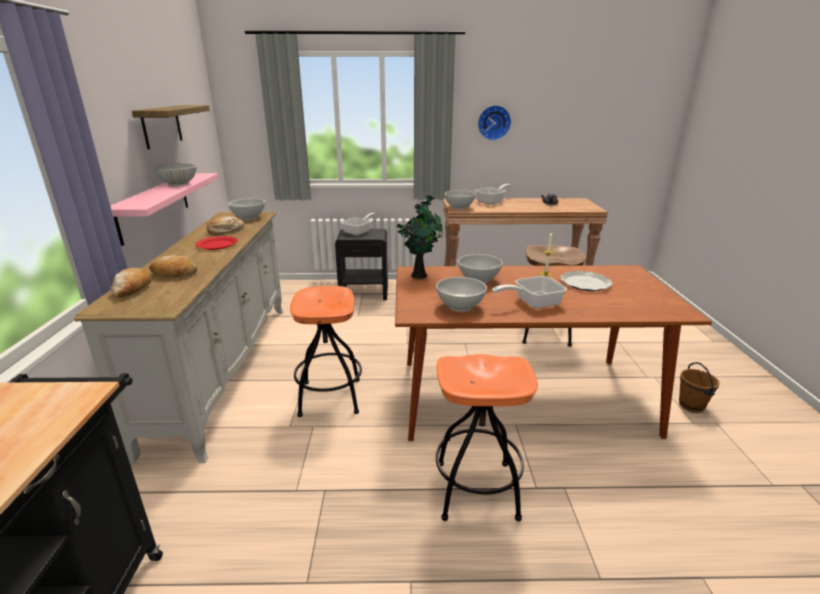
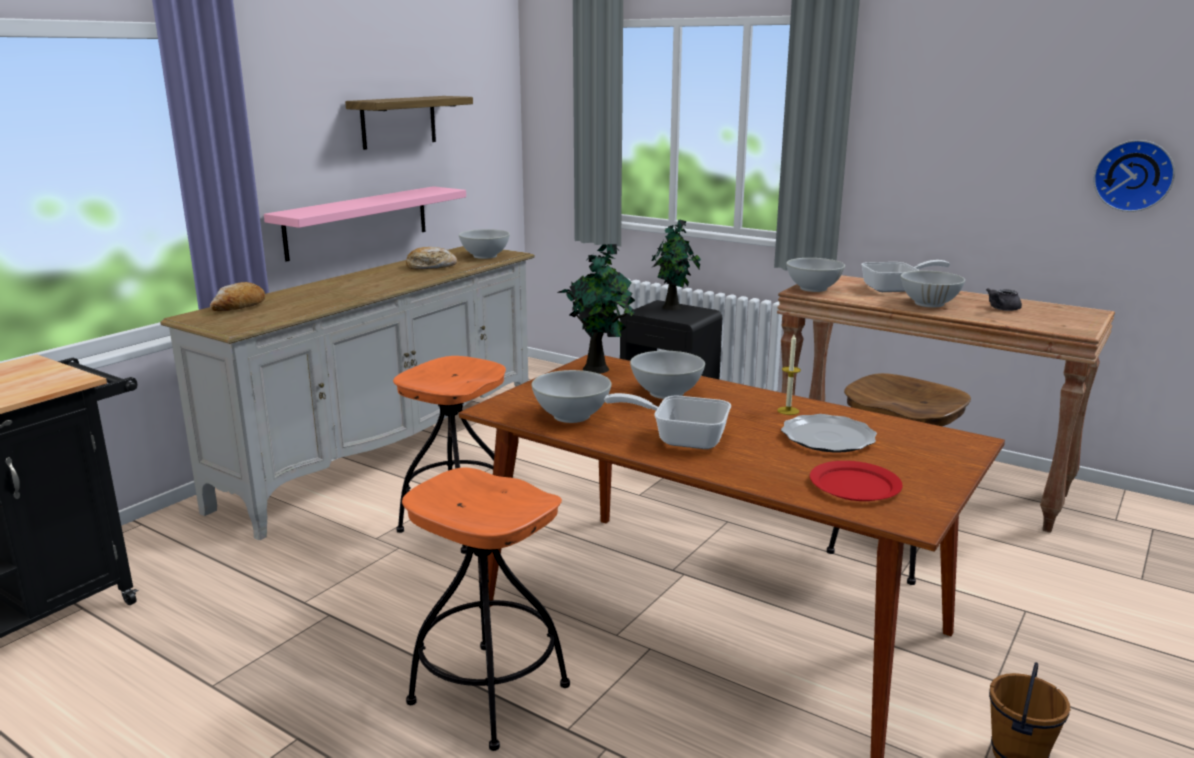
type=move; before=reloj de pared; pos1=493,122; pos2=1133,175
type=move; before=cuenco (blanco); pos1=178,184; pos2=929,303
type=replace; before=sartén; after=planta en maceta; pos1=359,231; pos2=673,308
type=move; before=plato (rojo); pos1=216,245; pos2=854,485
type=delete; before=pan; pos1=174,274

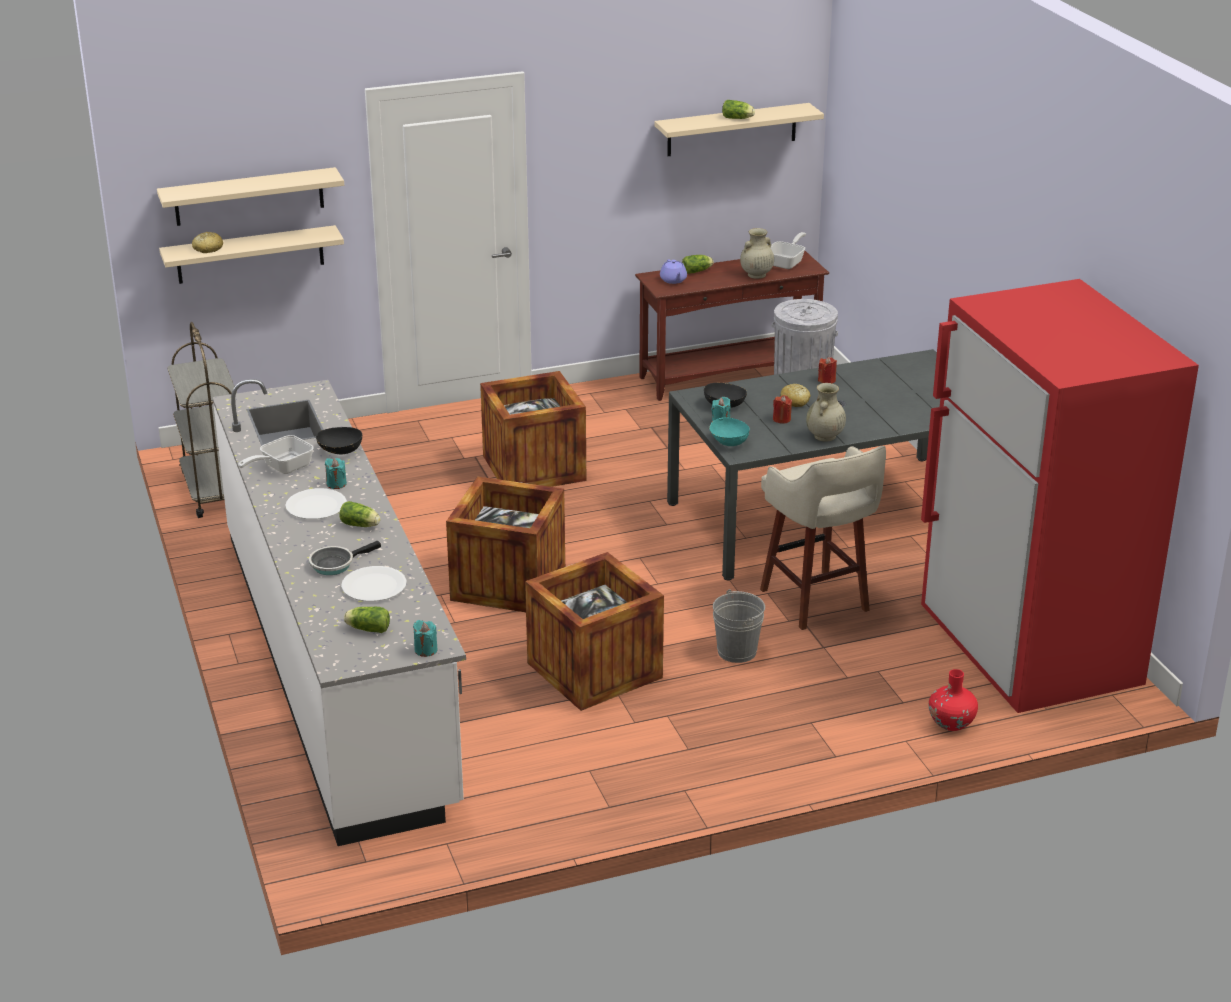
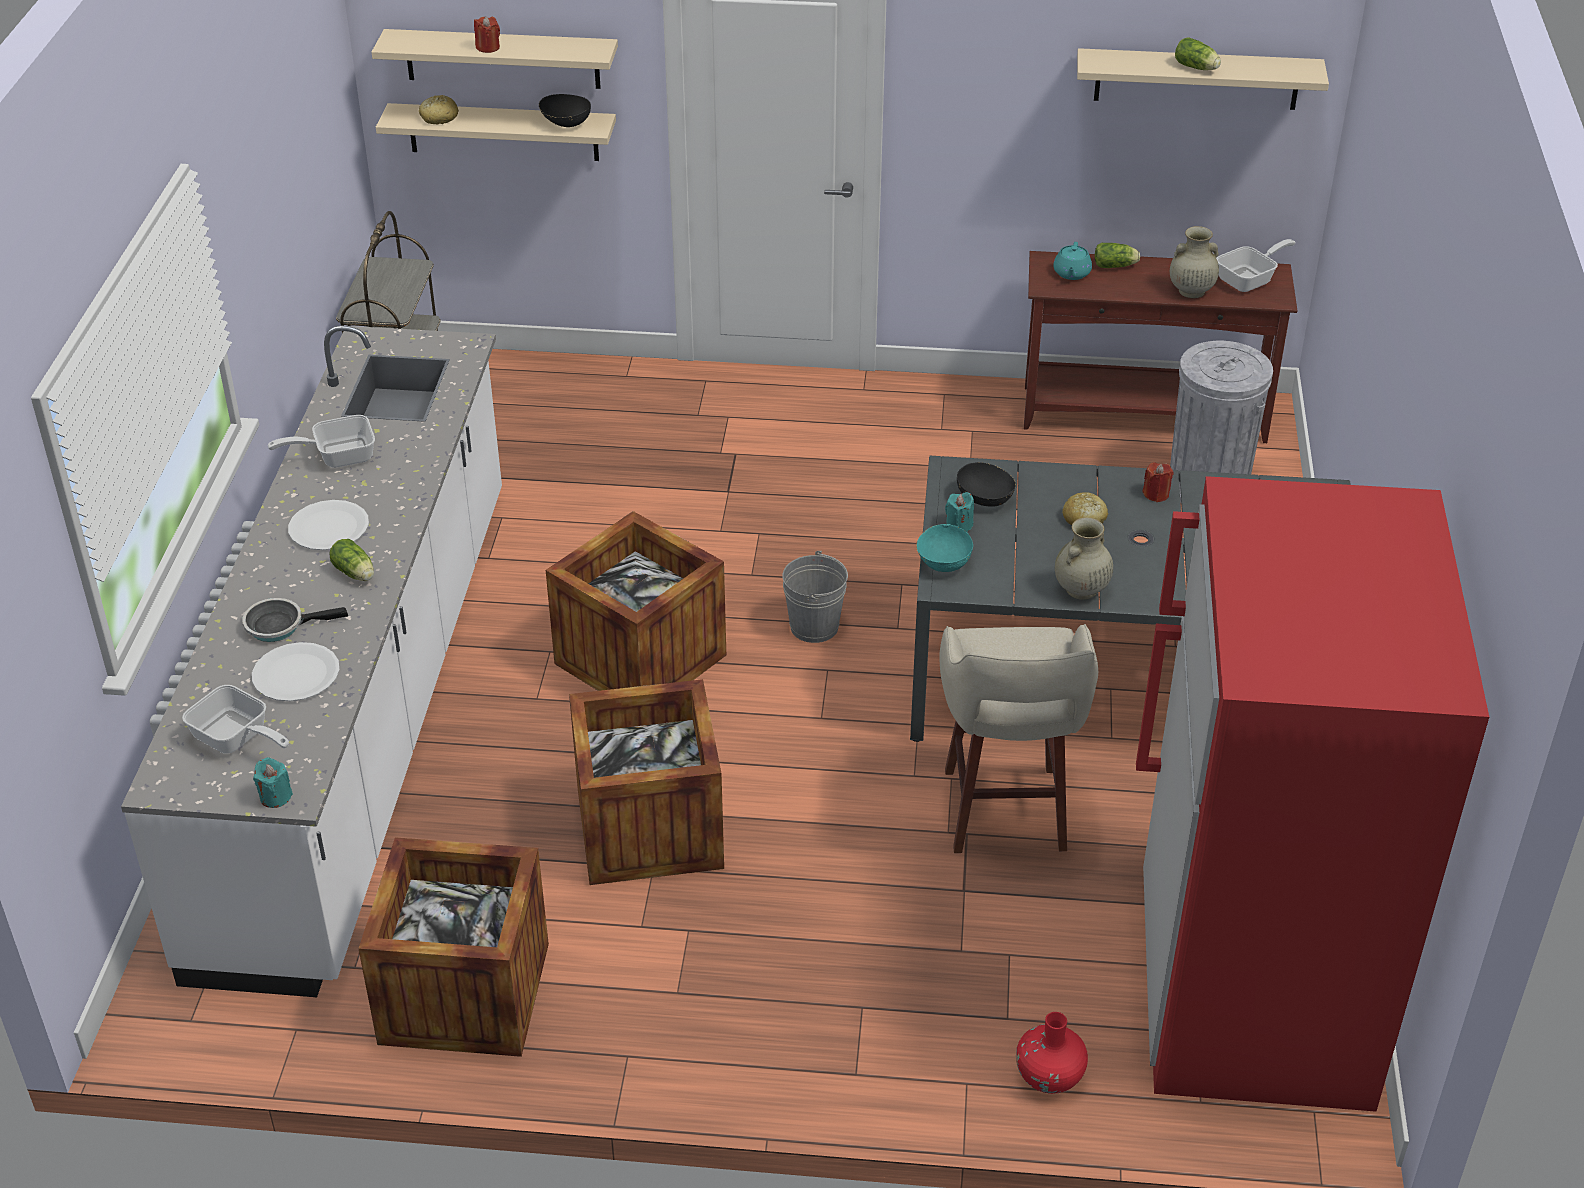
type=recolor; before=tetera (morado); after=tetera (turquesa); pos1=673,280; pos2=1071,273
type=move; before=caja de embalaje; pos1=534,468; pos2=464,993
type=move; before=vela (rojo); pos1=781,419; pos2=488,47
type=move; before=cuenco (negro); pos1=340,451; pos2=565,123
type=delete; before=vela (turquesa); pos1=336,484
type=move; before=cubo (gris); pos1=737,651; pos2=814,627
type=replace; before=lechuga; after=sartén; pos1=367,629; pos2=236,739

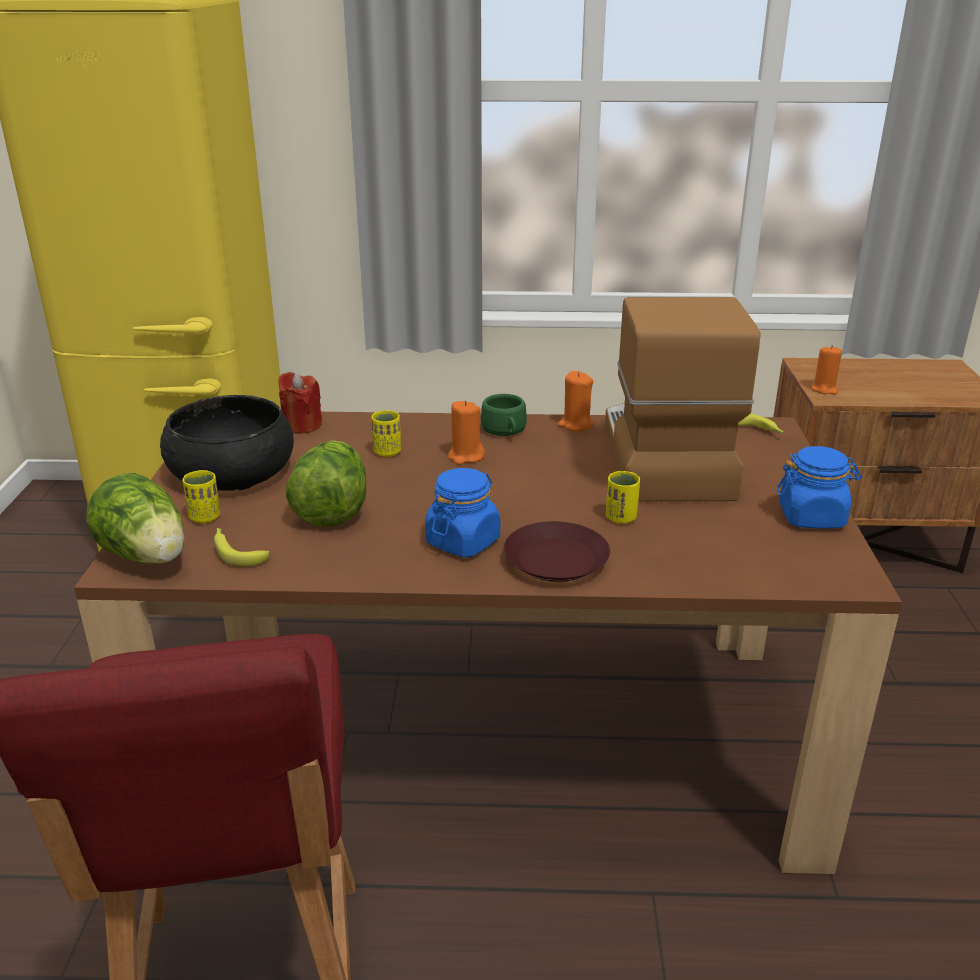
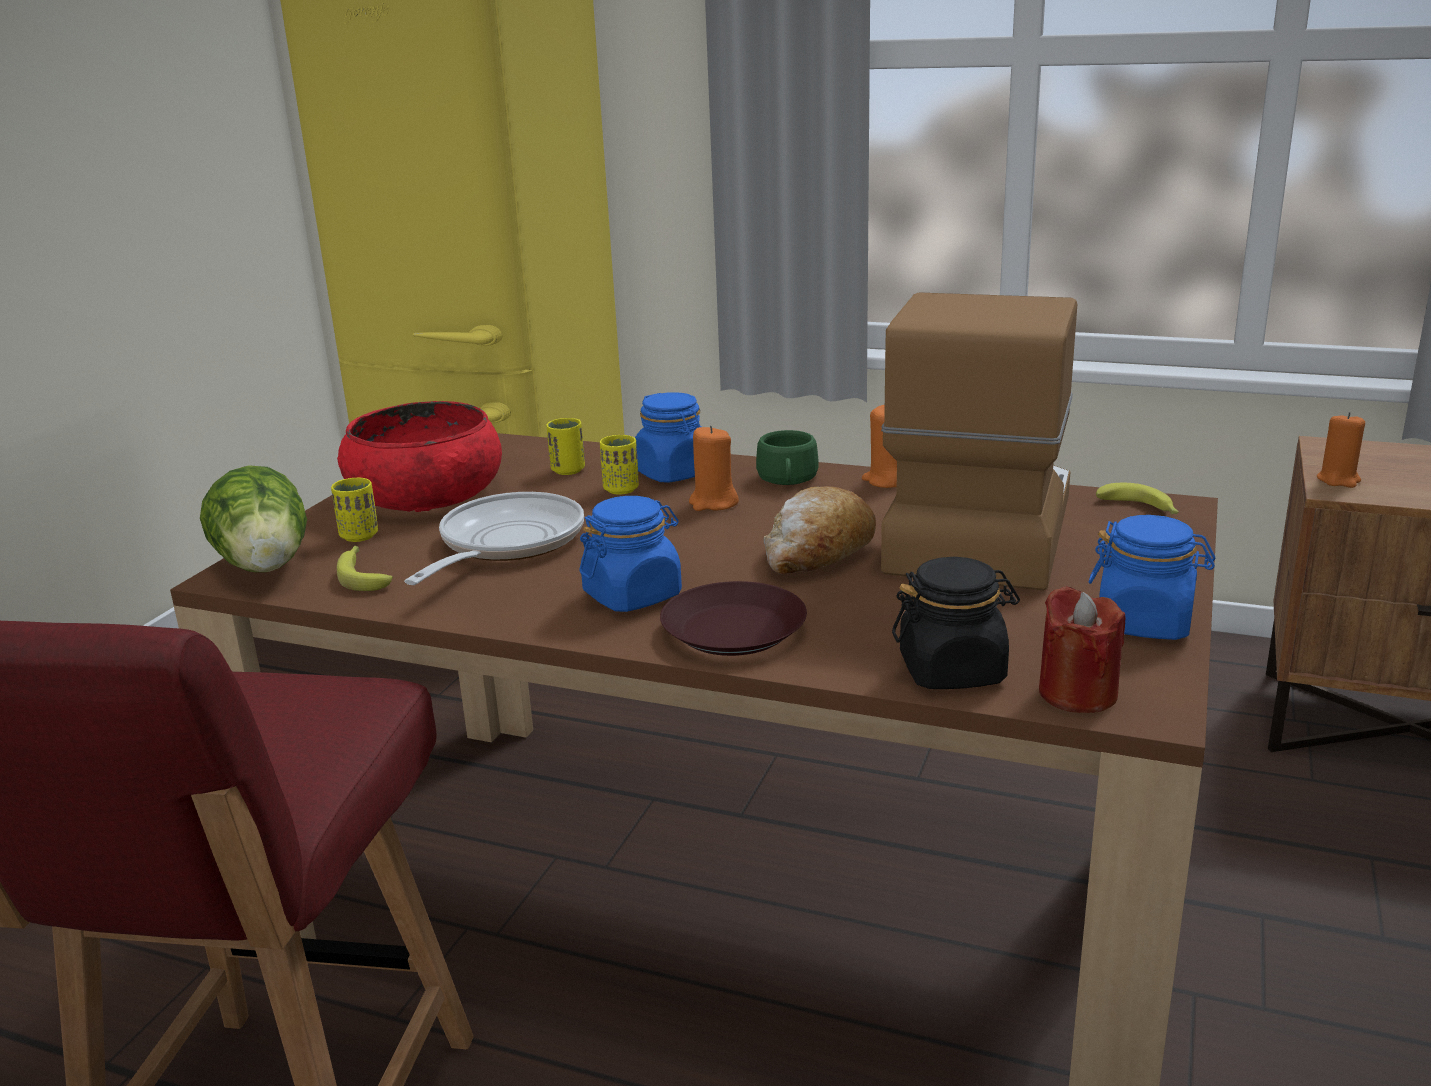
type=move; before=vela (rojo); pos1=302,425; pos2=1077,693
type=recolor; before=cuenco (negro); after=cuenco (rojo); pos1=232,472; pos2=427,494
type=replace; before=lechuga; after=sartén; pos1=332,510; pos2=505,544
type=move; before=taza (amarillo); pos1=621,518; pos2=568,470
type=insert; after=tarro (azul); pos2=674,473
type=insert; after=pan; pos2=817,552
type=insert; after=tarro (negro); pos2=953,670

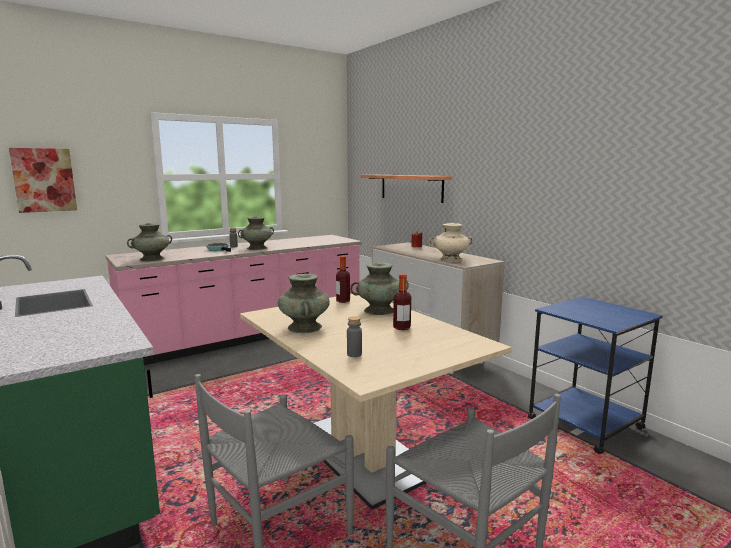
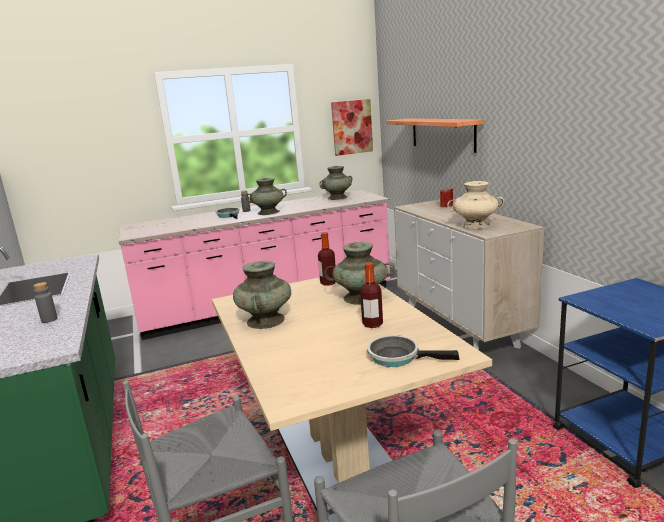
type=move; before=cuadro; pos1=44,180; pos2=352,127
type=move; before=florero (turquesa); pos1=152,259; pos2=337,198
type=move; before=botella (gris); pos1=354,354; pos2=49,320
type=insert; after=sartén; pos2=398,357

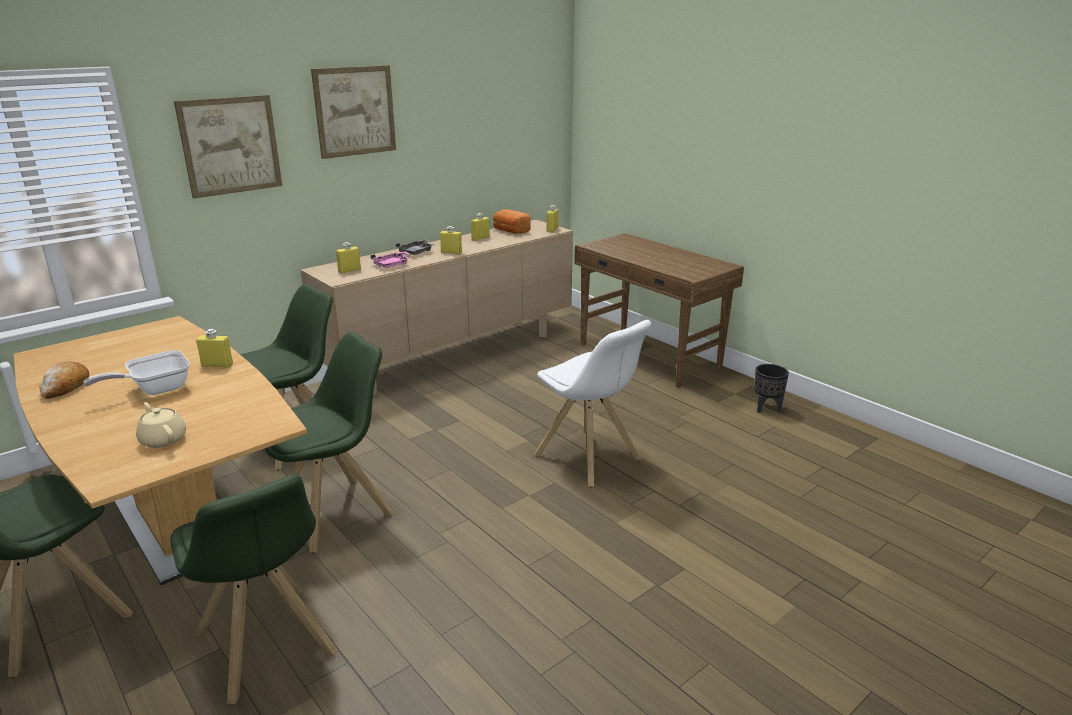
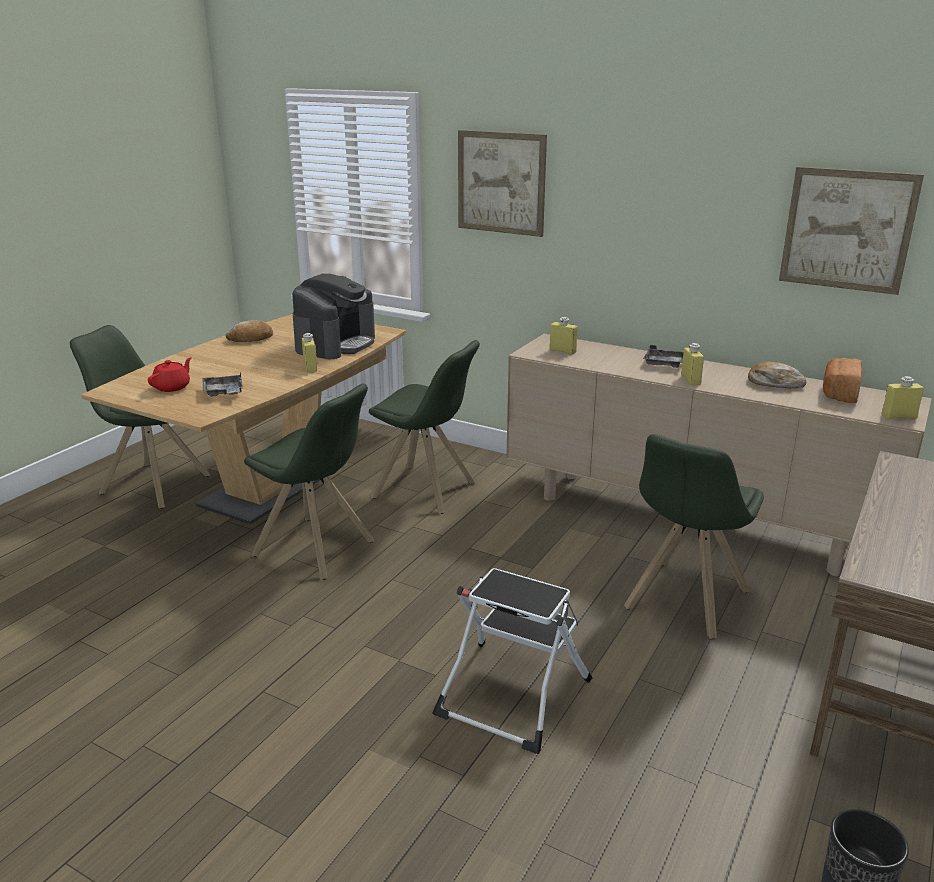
type=move; before=cuadro; pos1=355,111; pos2=847,230
type=replace; before=botella (amarillo); after=pan; pos1=480,238; pos2=774,383
type=delete; before=bandeja (rosa); pos1=392,265
type=replace; before=silla (blanco); after=escalera de tijera; pos1=588,457; pos2=512,692
type=delete; before=sartén; pos1=155,389
type=recolor; before=tetera (beis); after=tetera (rojo); pos1=163,439; pos2=172,387
type=move; before=silla (verde); pos1=267,643; pos2=685,599
type=insert; after=cafetera; pos2=336,344
type=insert; after=bandeja (gris); pos2=224,393

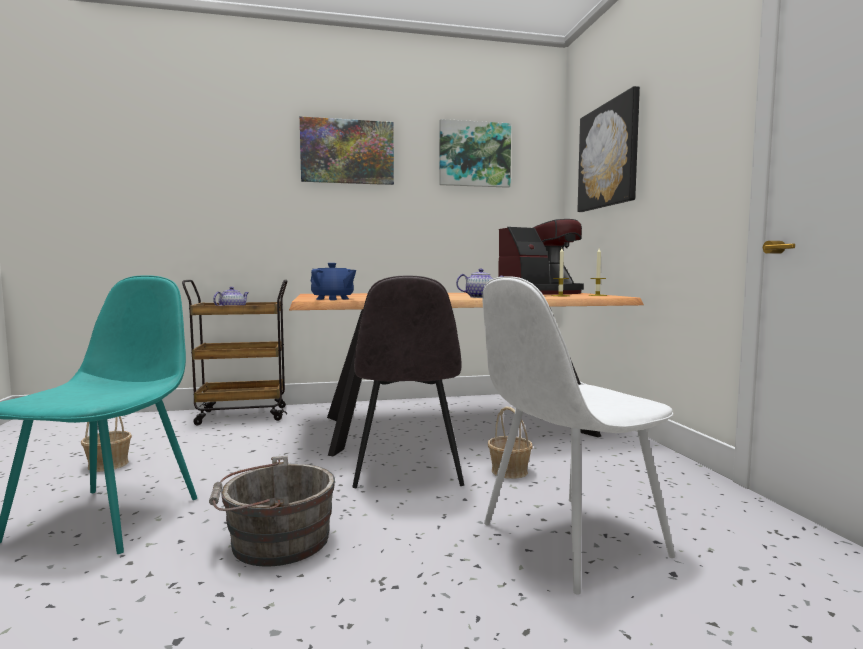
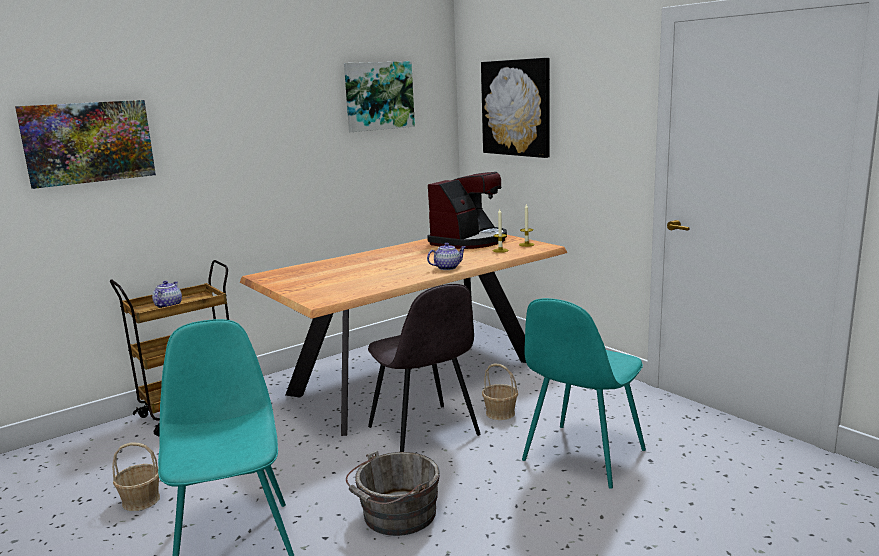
type=move; before=cuadro; pos1=347,152; pos2=88,142
type=delete; before=tetera (azul); pos1=332,299
type=recolor; before=silla (blanco); after=silla (turquesa); pos1=569,541; pos2=582,457

